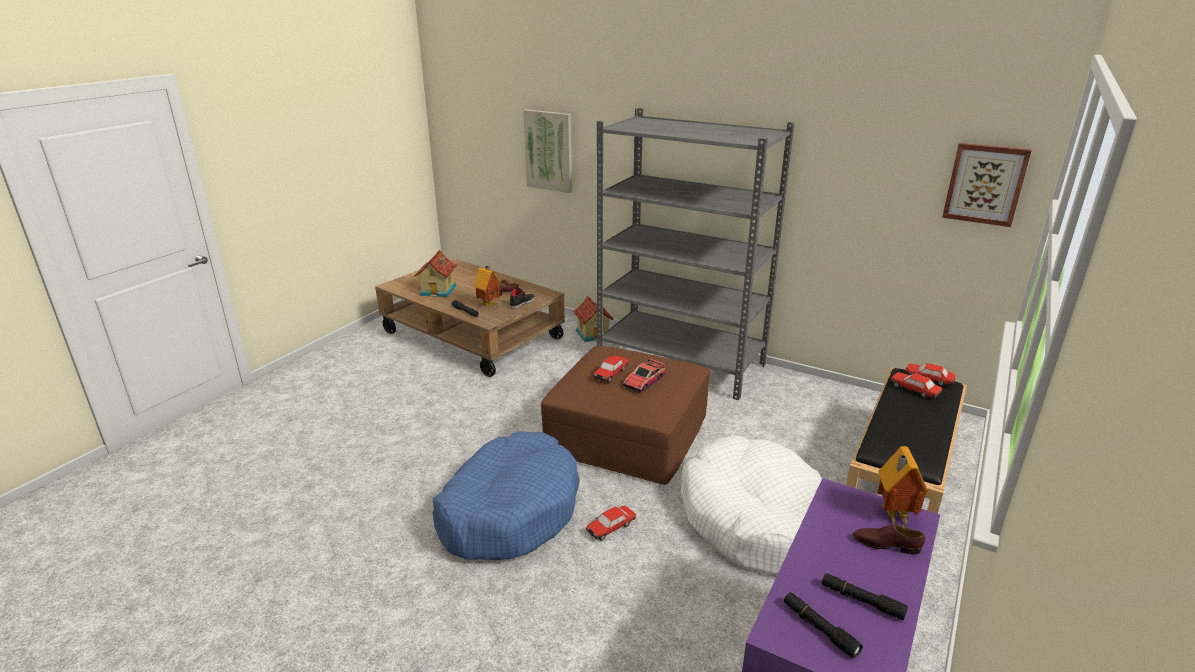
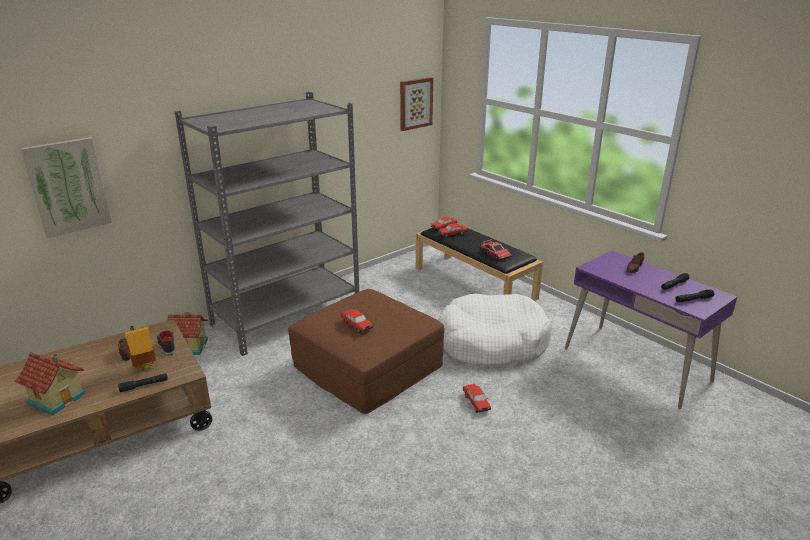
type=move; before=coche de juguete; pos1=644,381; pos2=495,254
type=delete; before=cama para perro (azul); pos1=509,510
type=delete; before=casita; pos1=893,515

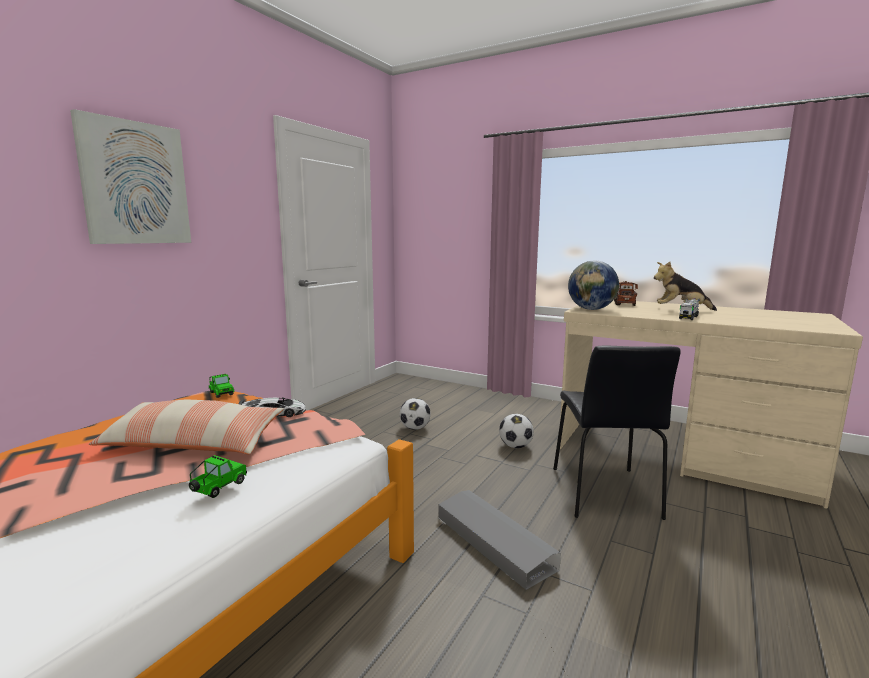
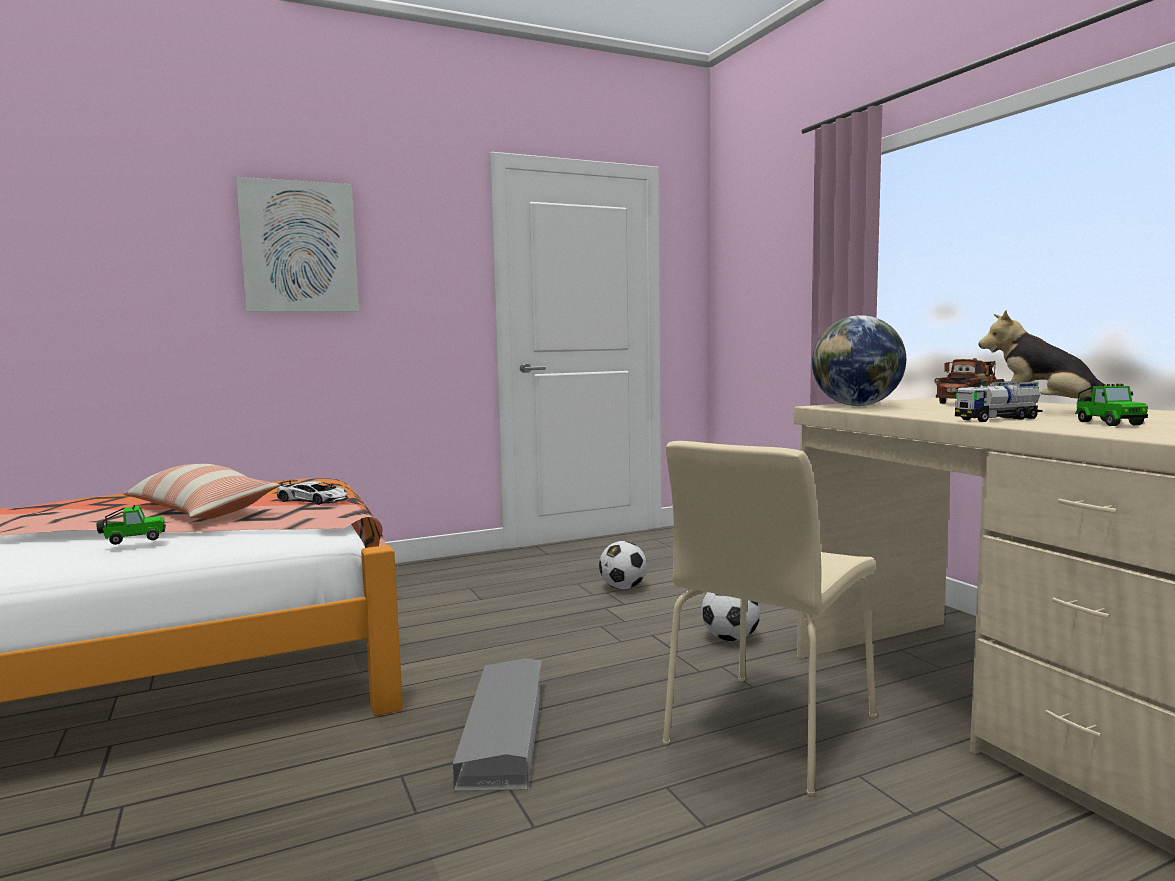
type=recolor; before=silla (negro); after=silla (beis); pos1=606,494; pos2=768,733
type=move; before=coche de juguete; pos1=221,393; pos2=1107,423

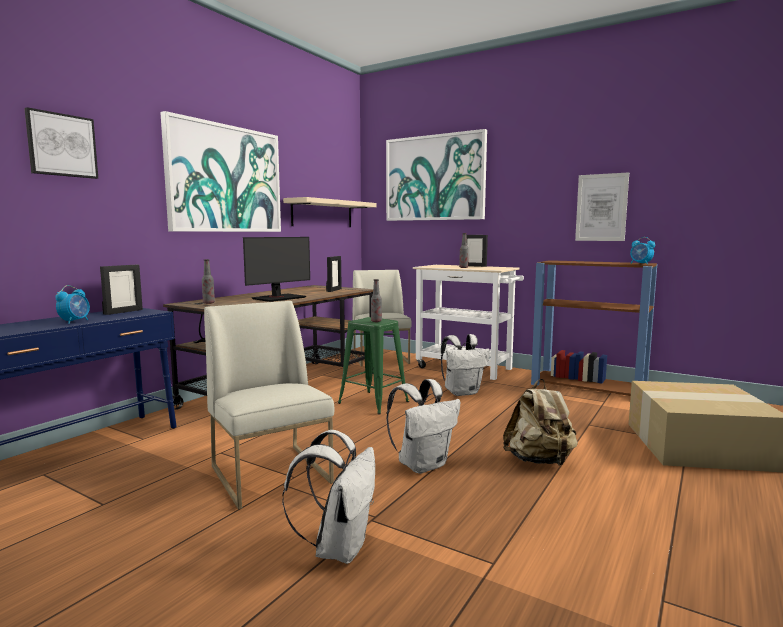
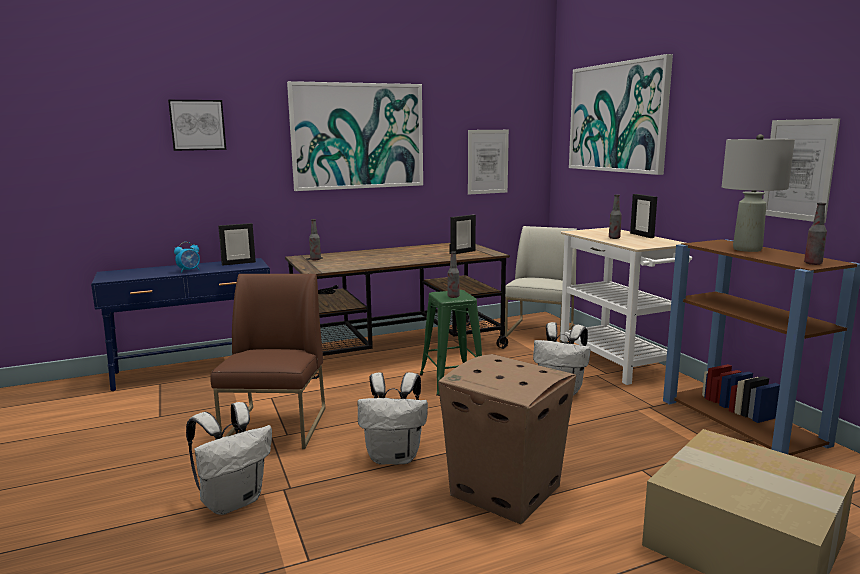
type=replace; before=estante (beis); after=cuadro; pos1=322,214; pos2=487,161
type=delete; before=monitor; pos1=278,298
type=replace; before=despertador; after=botella; pos1=641,264; pos2=813,263
type=recolor; before=silla (blanco); after=silla (marrón); pos1=272,474; pos2=276,427
type=replace; before=mochila (beis); after=caja de cartón; pos1=539,461; pos2=506,490
type=insert; after=lámpara de mesa (gris); pos2=746,249

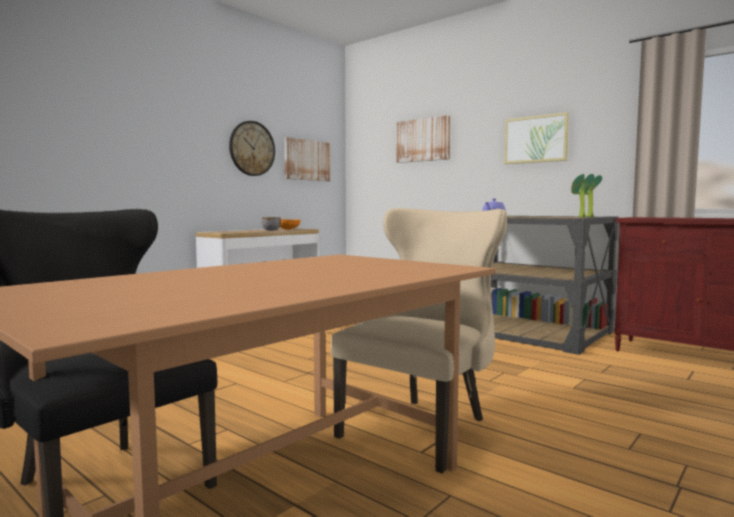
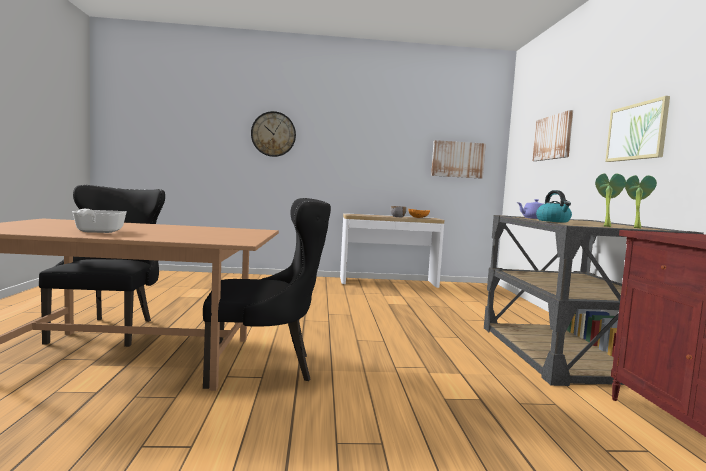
type=move; before=reloj de pared; pos1=252,148; pos2=273,134
type=recolor; before=silla (beis); after=silla (negro); pos1=421,427; pos2=265,367
type=insert; after=hervidor; pos2=553,221
type=insert; after=sartén; pos2=97,232

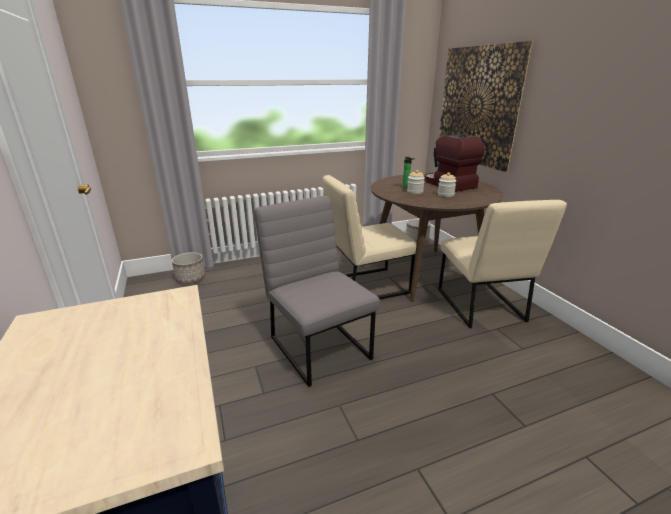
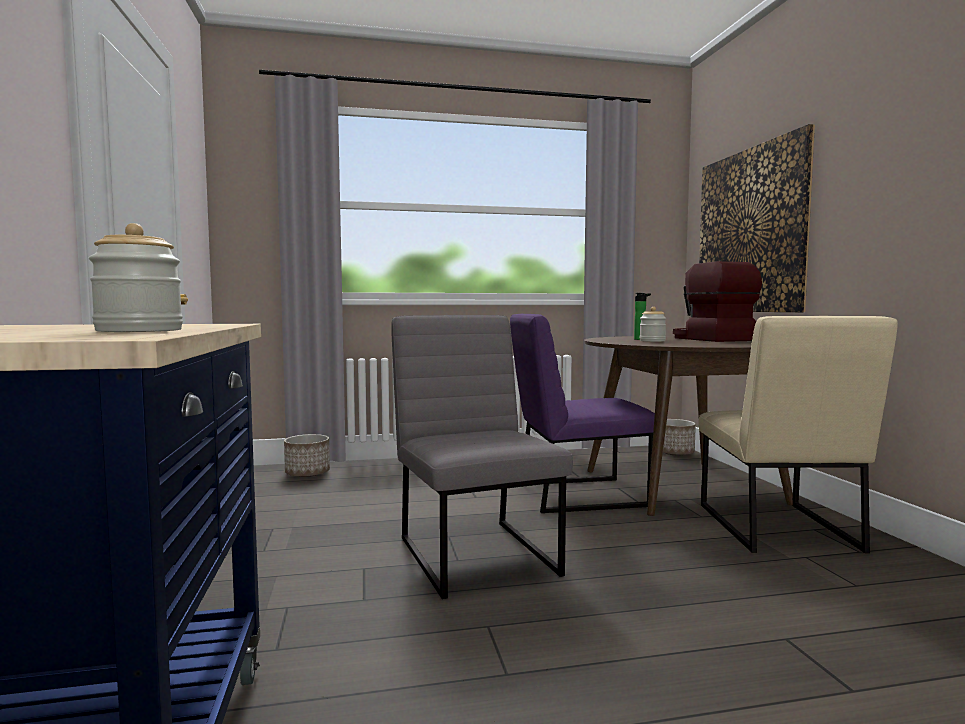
type=move; before=tarro; pos1=445,195; pos2=139,331
type=recolor; before=silla (beis); after=silla (morado); pos1=366,286; pos2=577,494

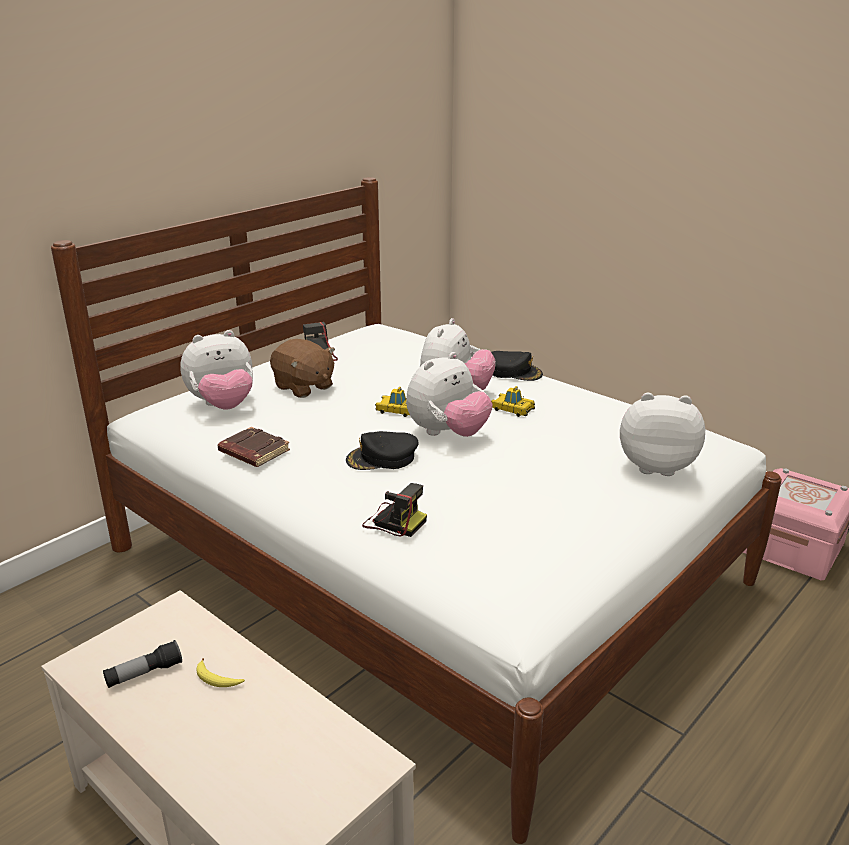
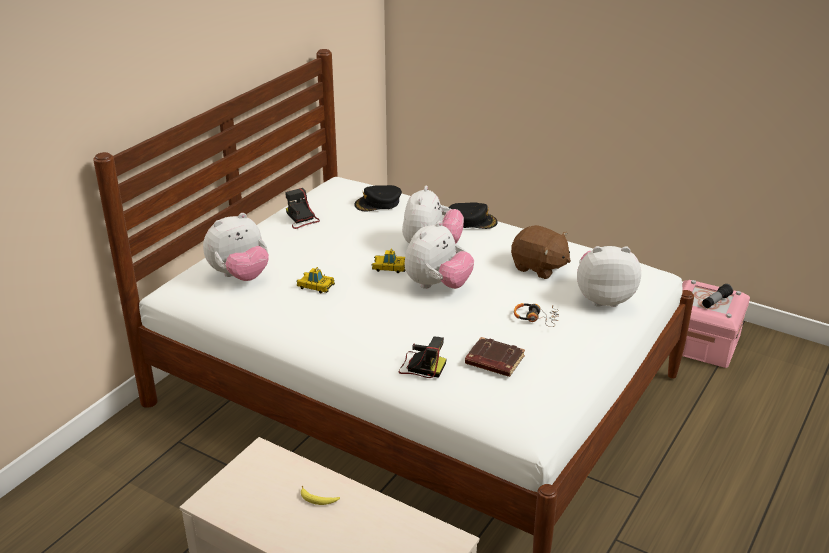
type=move; before=peluche (marrón); pos1=303,387; pos2=539,267
type=move; before=coche de juguete; pos1=512,409; pos2=315,286
type=move; before=libro (marrón); pos1=253,452; pos2=493,361
type=move; before=gorra (negro); pos1=382,458; pos2=378,203
type=move; before=linterna; pos1=144,674; pos2=716,301
type=insert; after=auriculares; pos2=536,318

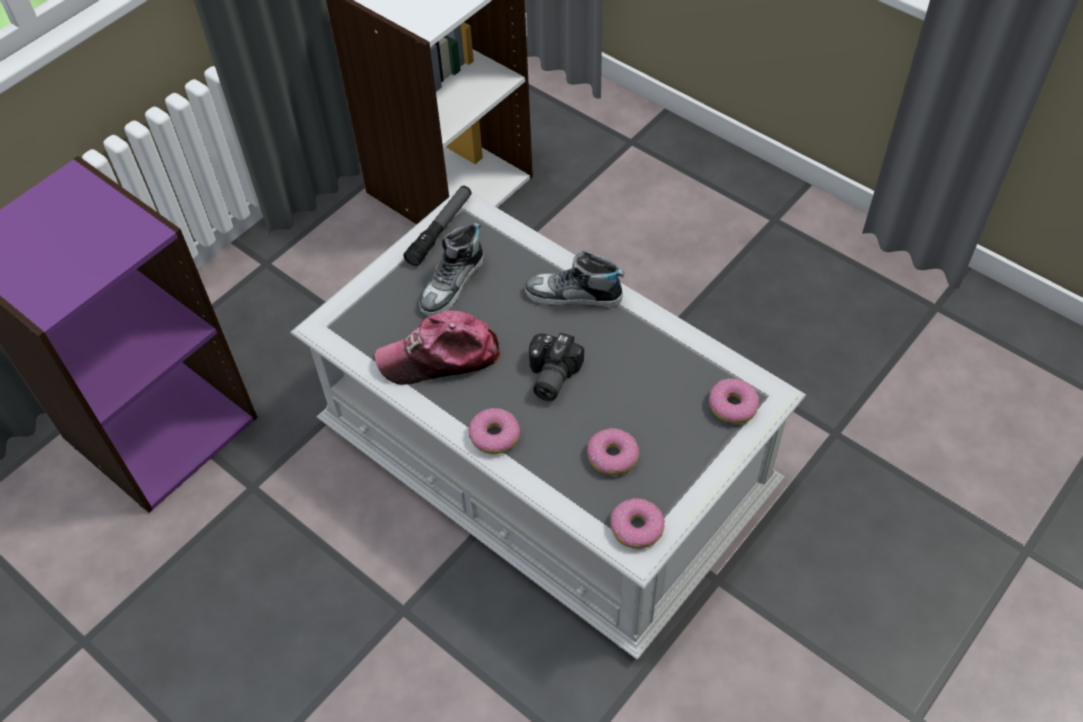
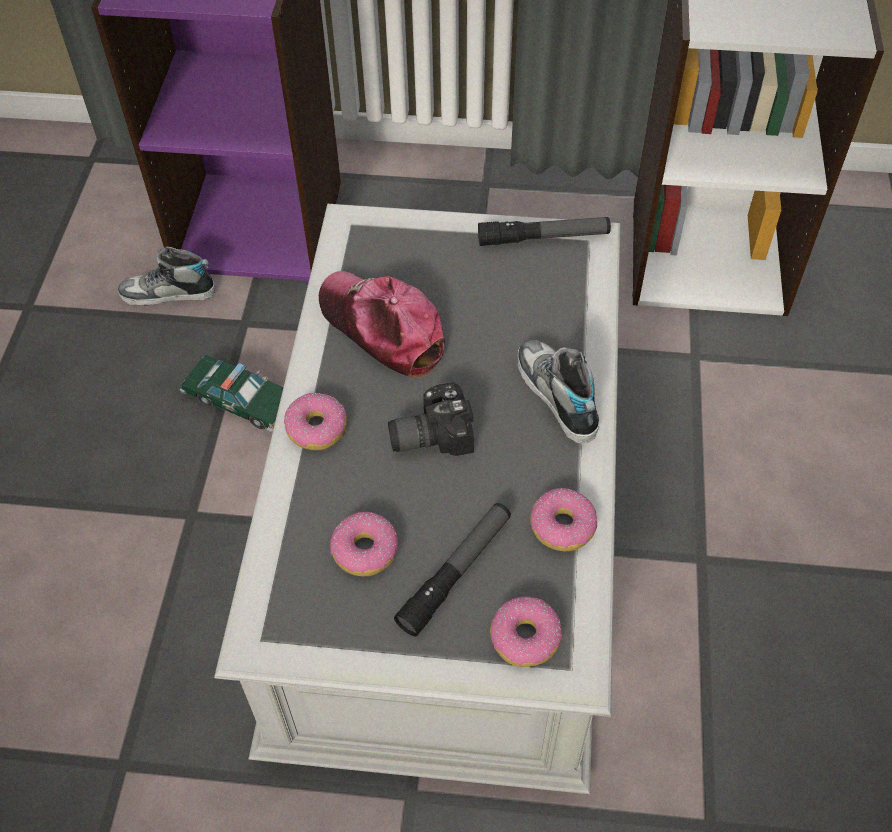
type=move; before=zapato; pos1=453,284; pos2=168,293
type=move; before=rosquilla; pos1=637,528; pos2=563,526
type=insert; after=coche de juguete; pos2=241,401
type=insert; after=linterna; pos2=456,572

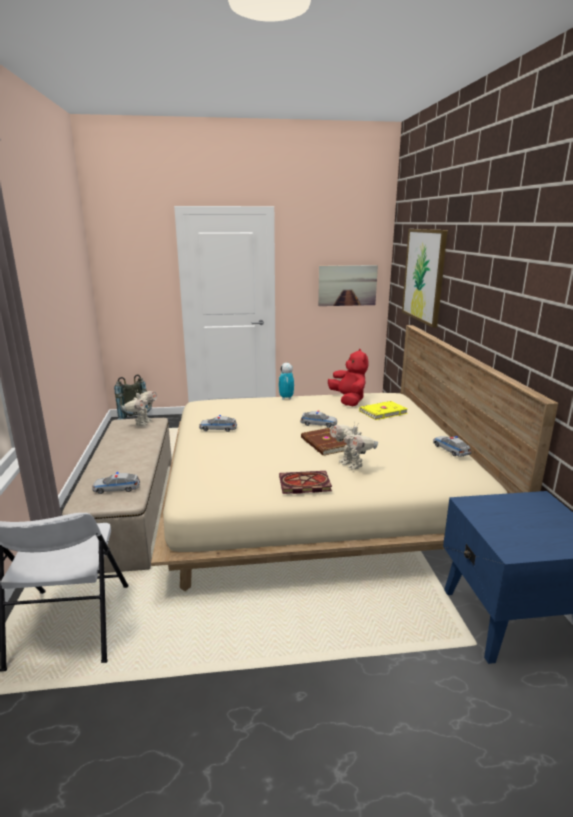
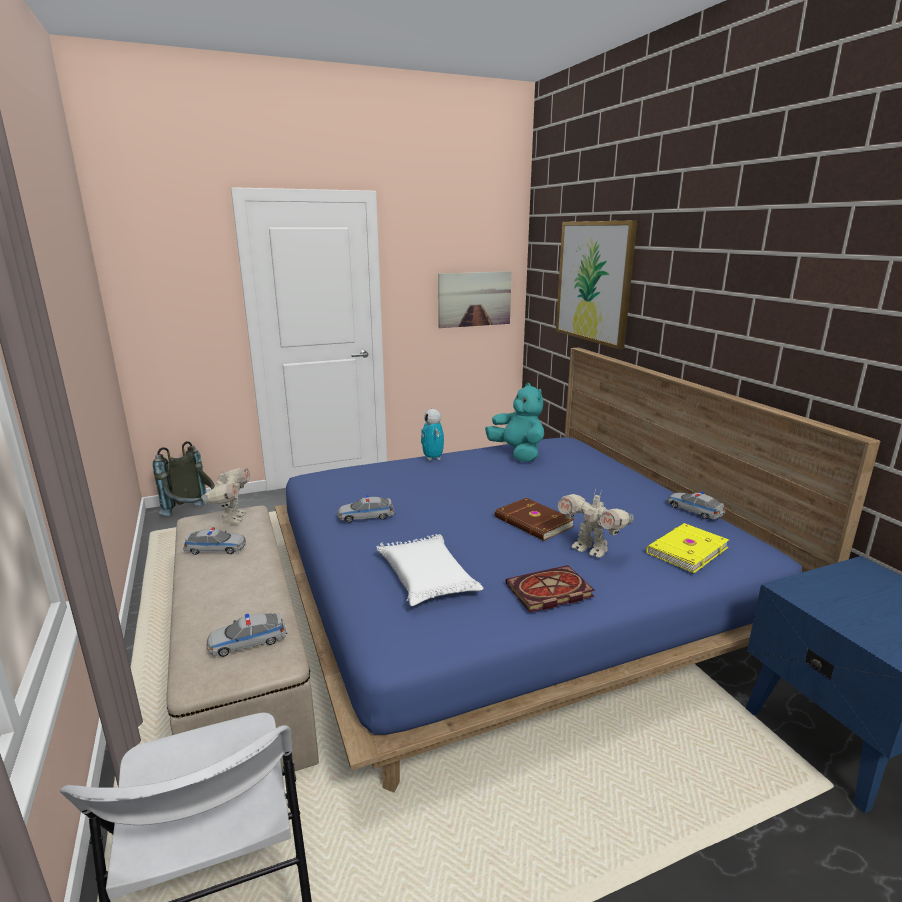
type=recolor; before=cama (beis); after=cama (azul); pos1=315,496; pos2=505,594
type=recolor; before=peluche (rojo); after=peluche (turquesa); pos1=348,400; pos2=517,453
type=move; before=libro (amarillo); pos1=382,412; pos2=685,550
type=move; before=coche de juguete; pos1=318,424; pos2=216,549
type=insert; after=cojín (blanco); pos2=426,575

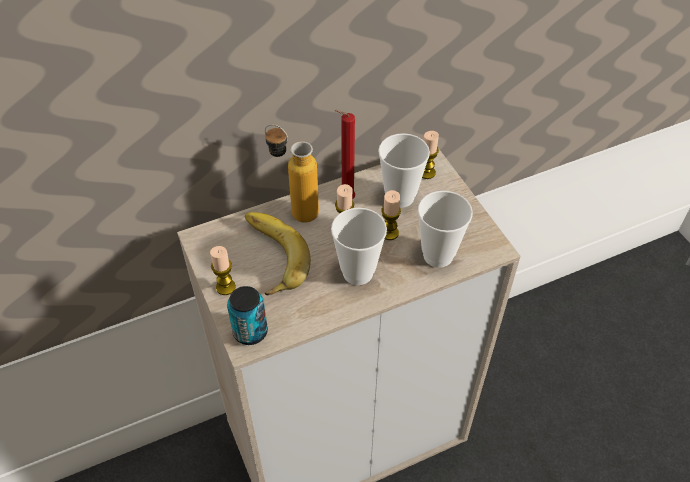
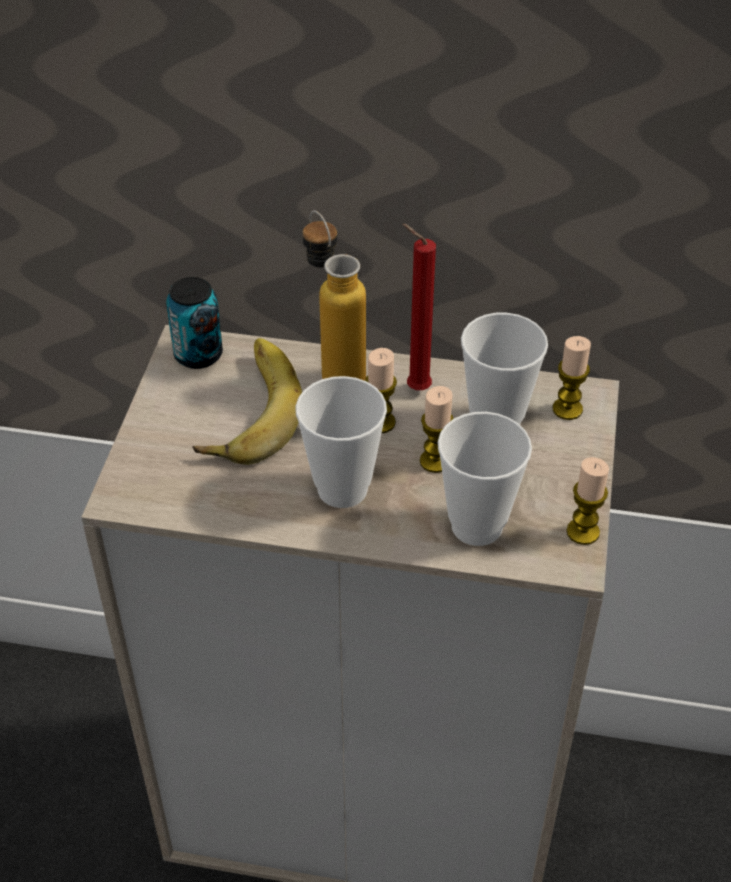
type=move; before=vela; pos1=225,287; pos2=583,532
type=move; before=lata; pos1=250,332; pos2=198,355

